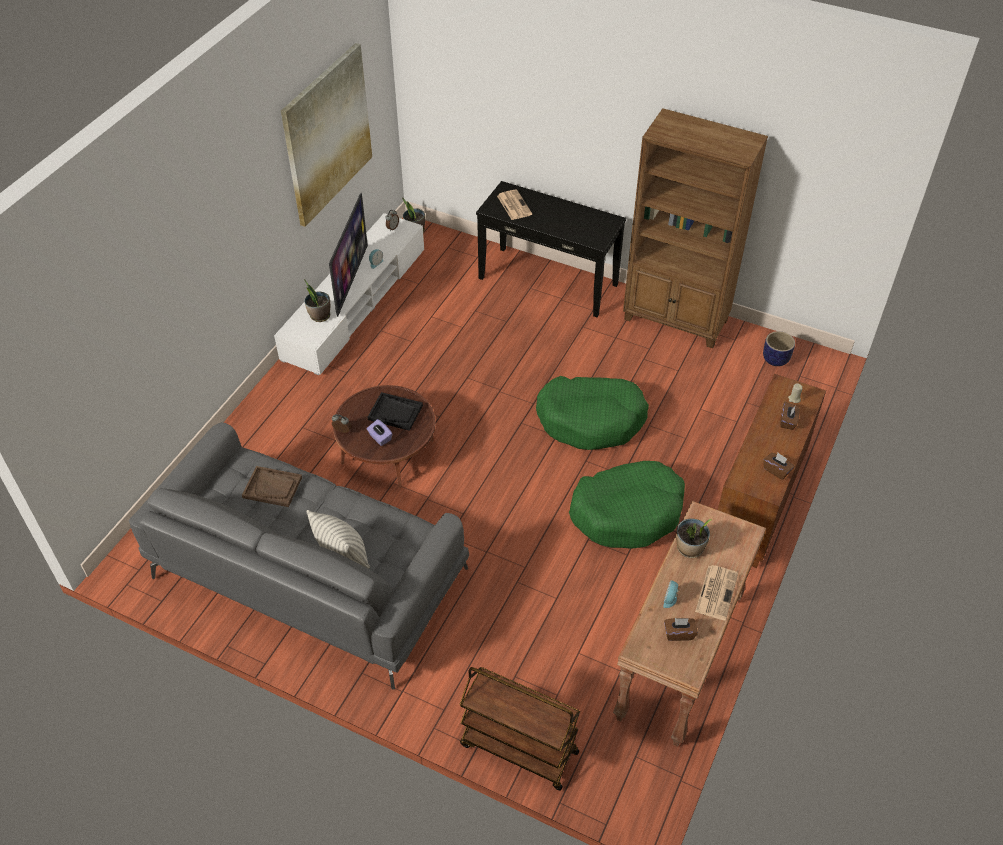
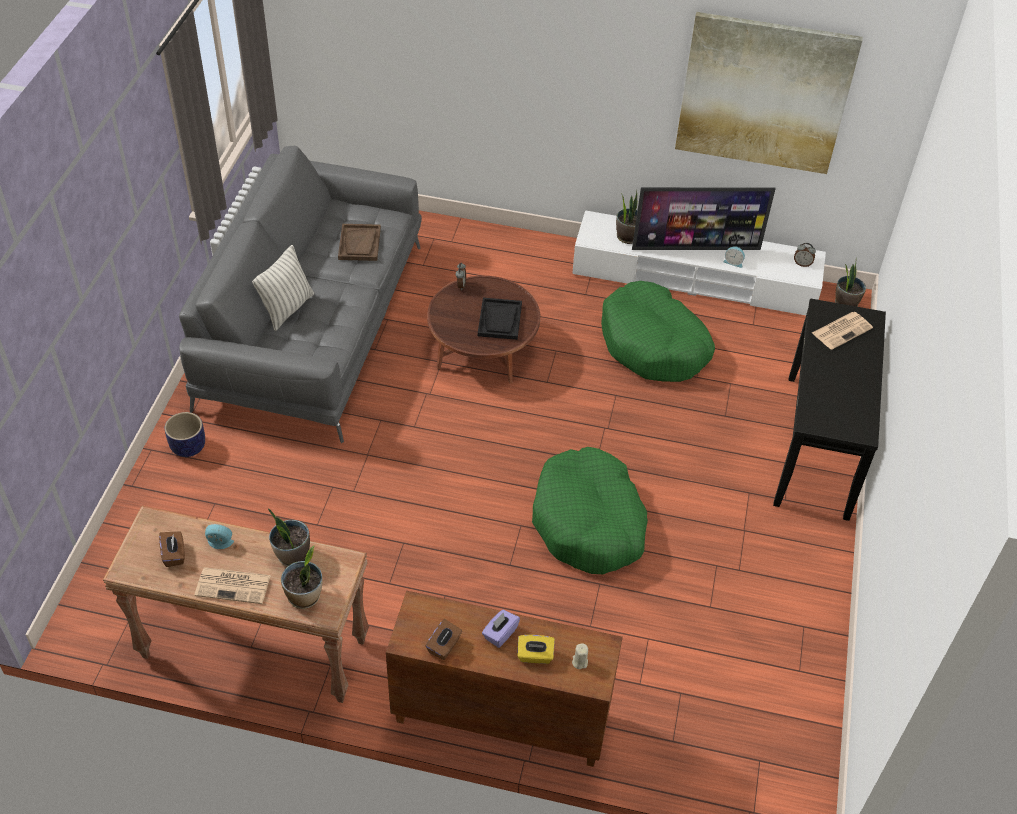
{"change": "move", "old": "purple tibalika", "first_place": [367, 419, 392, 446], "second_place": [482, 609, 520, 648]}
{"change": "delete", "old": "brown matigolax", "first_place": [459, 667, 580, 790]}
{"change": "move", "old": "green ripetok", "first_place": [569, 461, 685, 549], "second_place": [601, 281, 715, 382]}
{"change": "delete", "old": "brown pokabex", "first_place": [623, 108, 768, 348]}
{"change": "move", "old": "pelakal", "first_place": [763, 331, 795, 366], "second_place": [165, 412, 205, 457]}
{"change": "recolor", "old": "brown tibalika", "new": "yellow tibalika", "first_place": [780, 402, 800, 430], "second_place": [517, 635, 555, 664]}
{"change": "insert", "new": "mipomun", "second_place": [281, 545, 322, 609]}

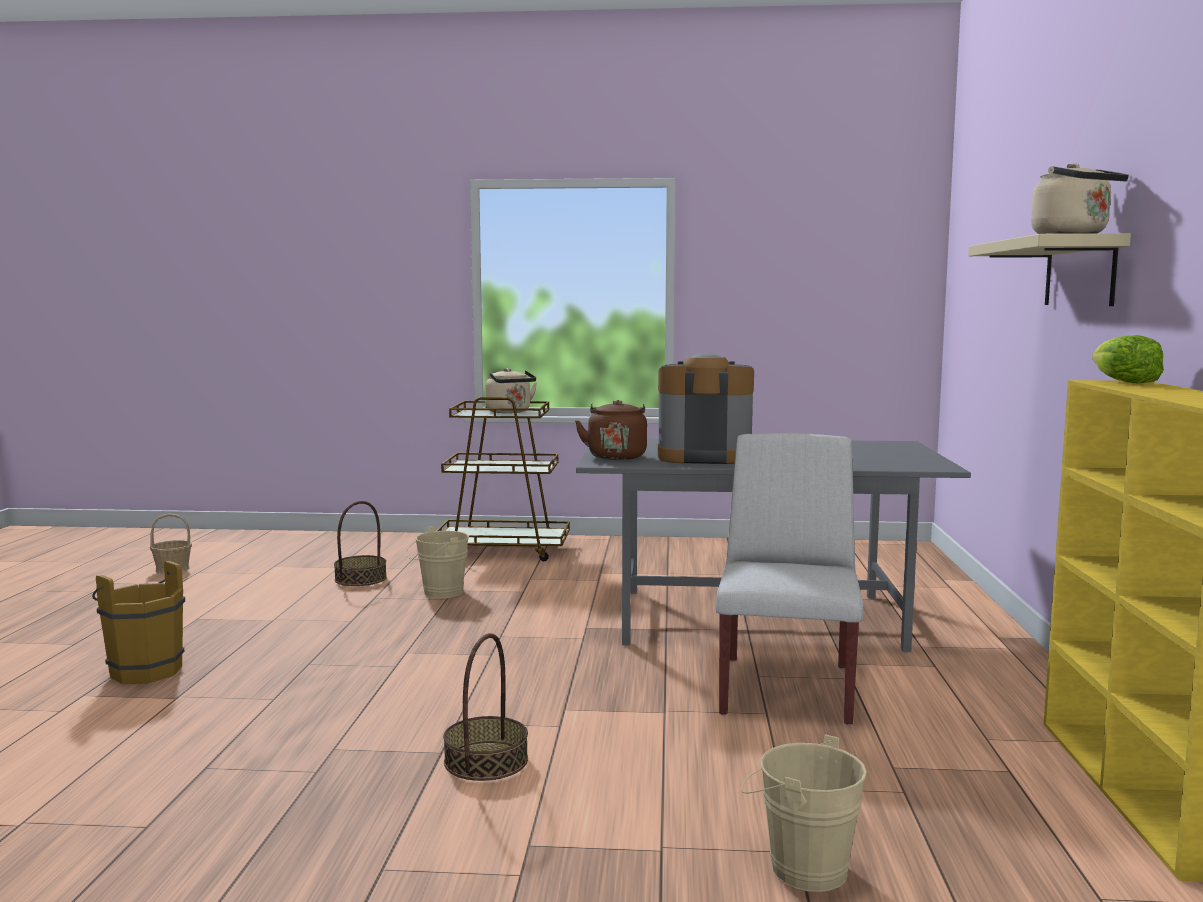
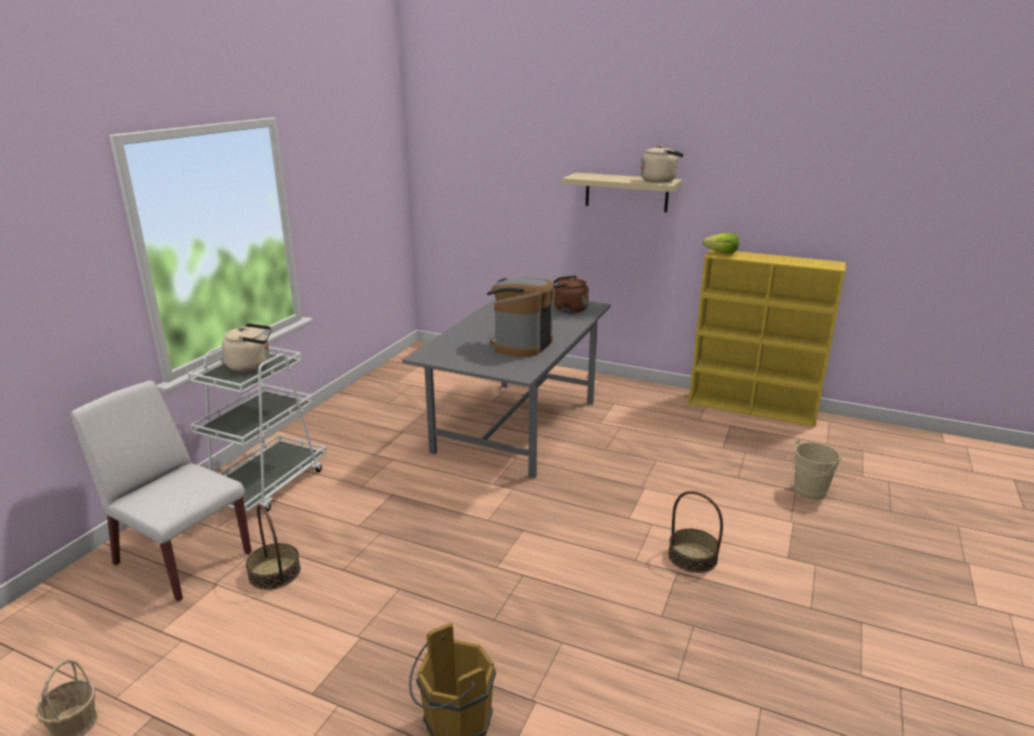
{"change": "delete", "old": "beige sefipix", "first_place": [406, 526, 469, 599]}
{"change": "recolor", "old": "brown matigolax", "new": "white matigolax", "first_place": [436, 397, 570, 561], "second_place": [188, 346, 327, 512]}
{"change": "move", "old": "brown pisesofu", "first_place": [575, 400, 647, 460], "second_place": [554, 275, 589, 313]}
{"change": "move", "old": "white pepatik", "first_place": [716, 433, 863, 725], "second_place": [70, 381, 252, 602]}

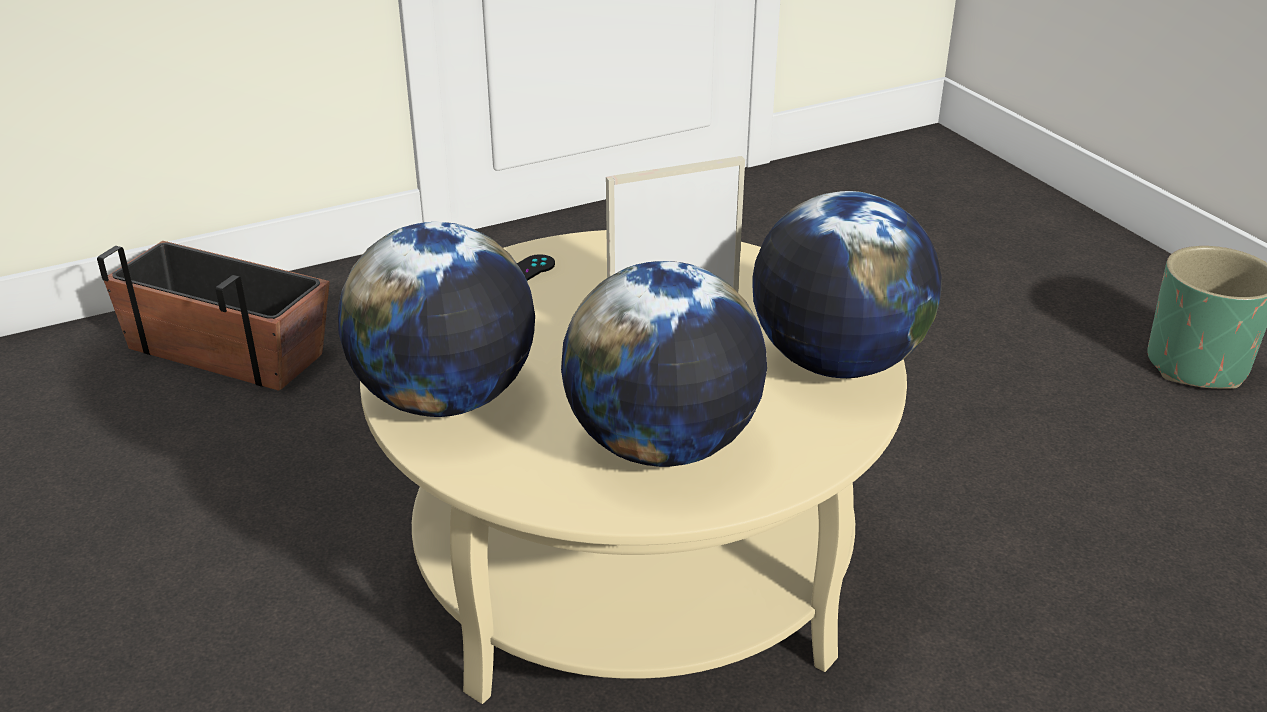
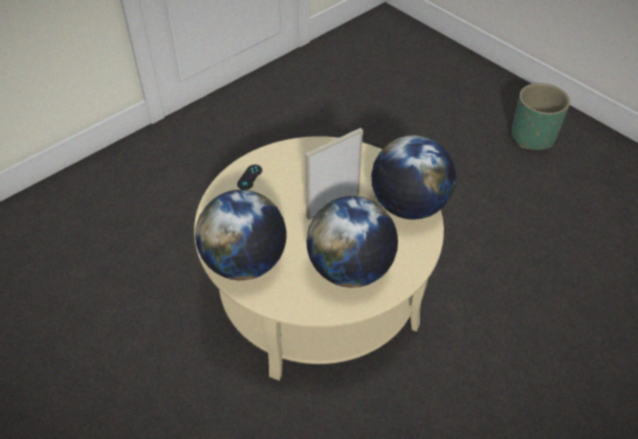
{"change": "delete", "old": "pelakal", "first_place": [97, 241, 330, 391]}

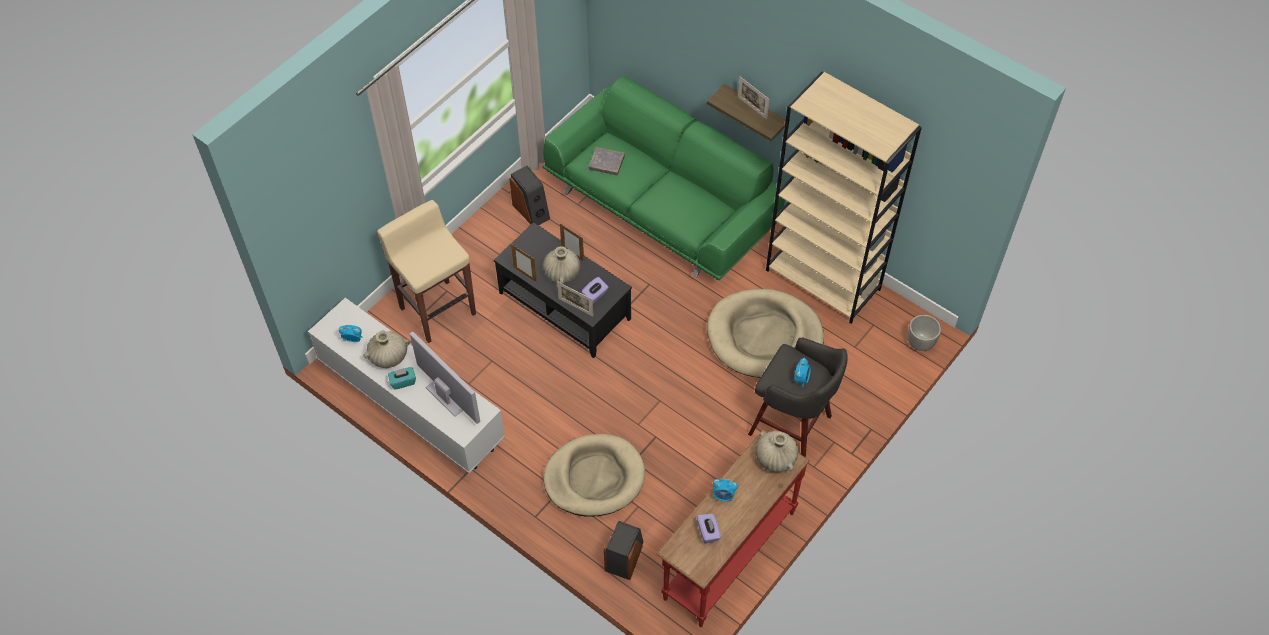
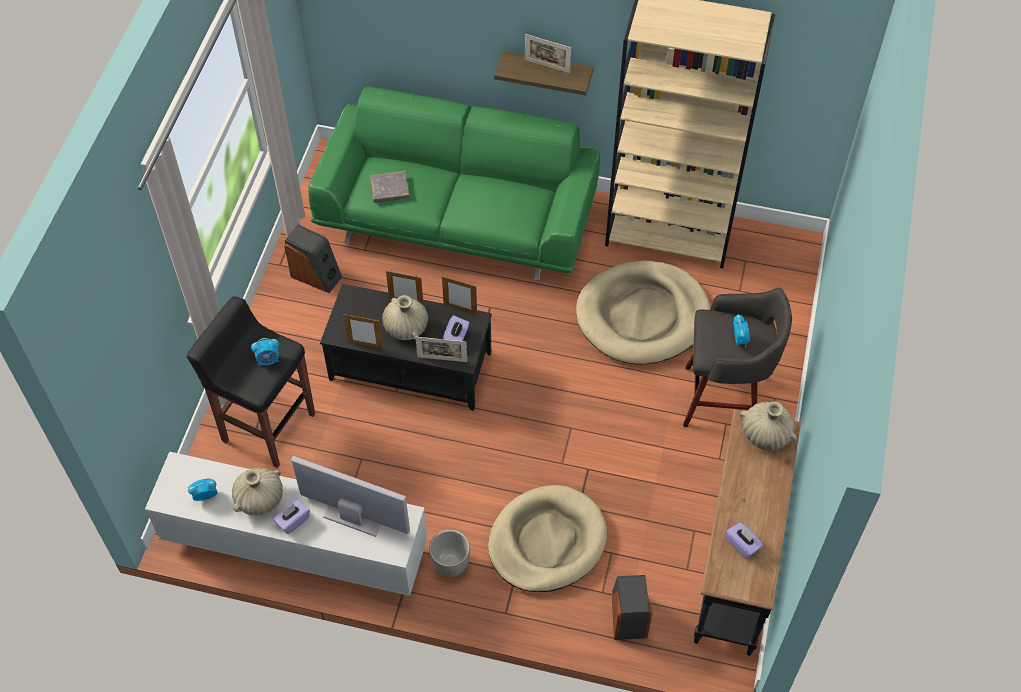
{"change": "recolor", "old": "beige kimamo", "new": "black kimamo", "first_place": [377, 200, 476, 343], "second_place": [187, 296, 315, 468]}
{"change": "recolor", "old": "turquoise tibalika", "new": "purple tibalika", "first_place": [388, 367, 416, 390], "second_place": [273, 500, 310, 534]}
{"change": "recolor", "old": "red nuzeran", "new": "black nuzeran", "first_place": [656, 429, 810, 627], "second_place": [694, 409, 801, 656]}
{"change": "move", "old": "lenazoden", "first_place": [713, 479, 738, 501], "second_place": [251, 338, 279, 366]}
{"change": "move", "old": "pelakal", "first_place": [908, 315, 941, 351], "second_place": [429, 530, 470, 577]}
{"change": "insert", "new": "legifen", "second_place": [442, 276, 477, 314]}

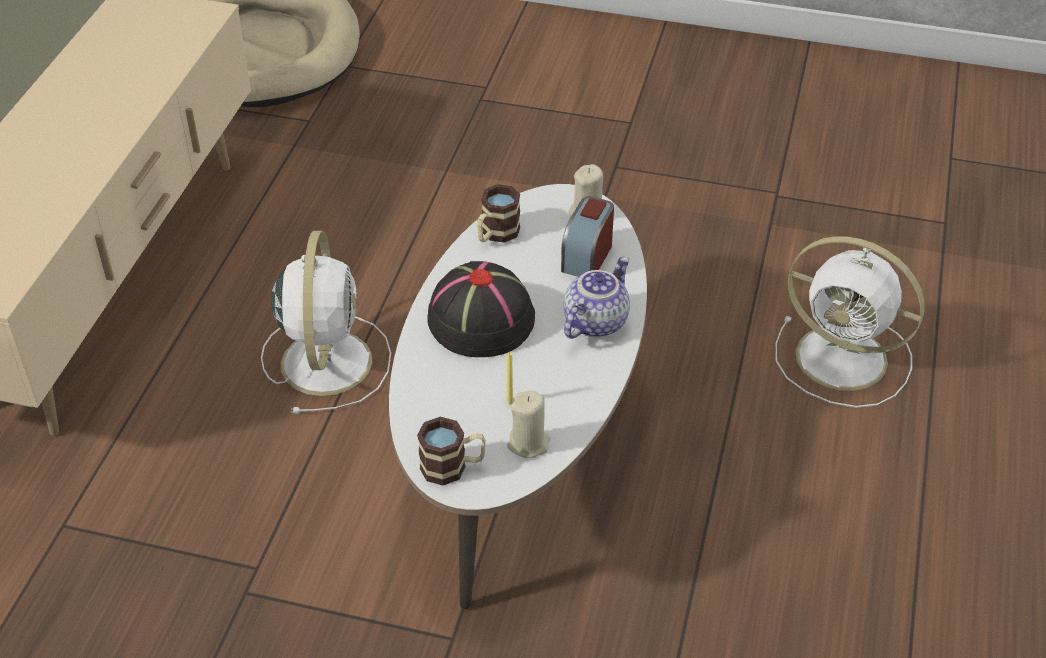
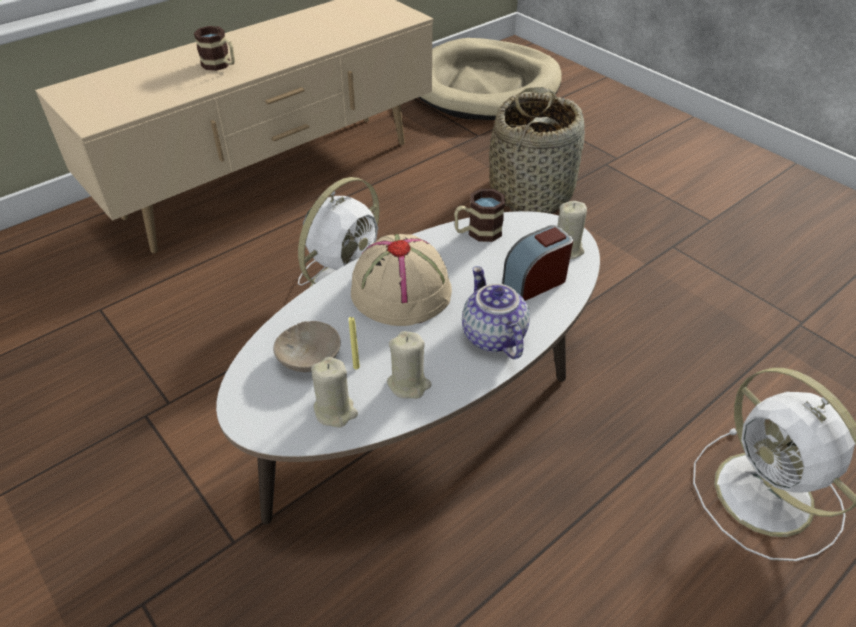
{"change": "move", "old": "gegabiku", "first_place": [417, 417, 486, 485], "second_place": [194, 26, 235, 71]}
{"change": "recolor", "old": "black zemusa", "new": "beige zemusa", "first_place": [427, 261, 535, 357], "second_place": [351, 234, 452, 326]}
{"change": "rotate", "old": "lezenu", "first_place": [564, 257, 630, 339], "second_place": [462, 266, 530, 359], "degrees": -90}
{"change": "insert", "new": "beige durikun", "second_place": [273, 321, 341, 372]}
{"change": "insert", "new": "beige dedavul", "second_place": [387, 331, 432, 399]}
{"change": "insert", "new": "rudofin", "second_place": [489, 87, 585, 214]}

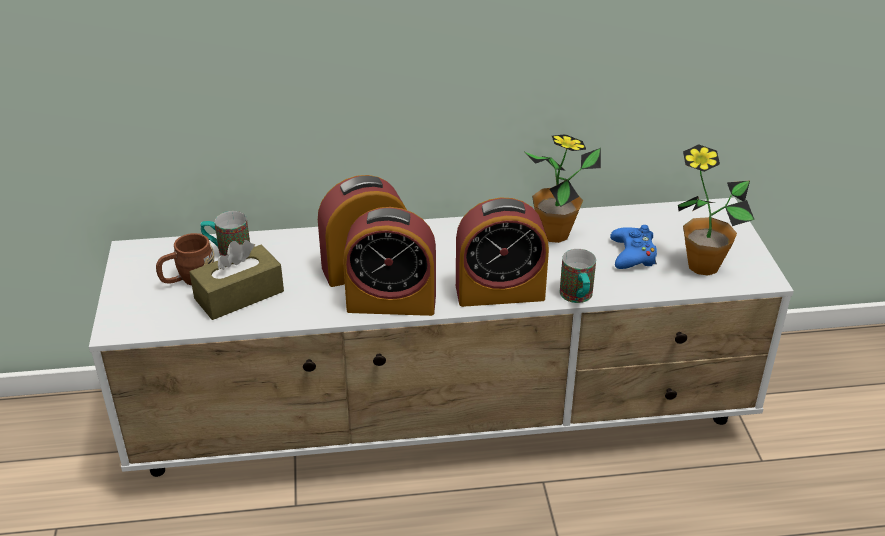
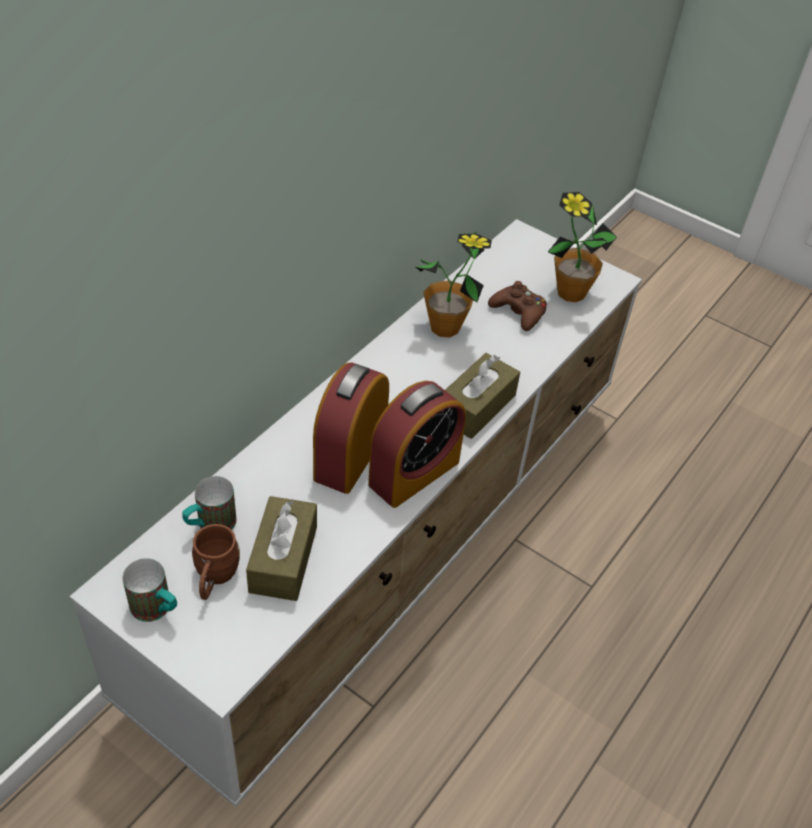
{"change": "replace", "old": "lenazoden", "new": "brown tibalika", "first_place": [456, 197, 549, 307], "second_place": [445, 353, 520, 439]}
{"change": "move", "old": "gegabiku", "first_place": [560, 249, 596, 303], "second_place": [123, 558, 177, 622]}
{"change": "recolor", "old": "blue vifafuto", "new": "brown vifafuto", "first_place": [610, 225, 657, 269], "second_place": [488, 281, 547, 331]}

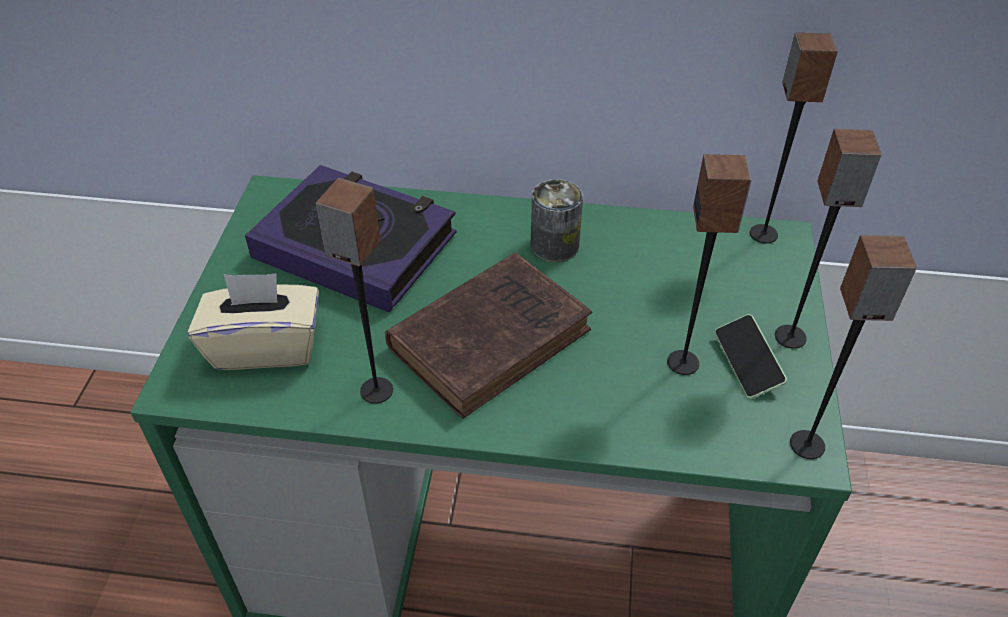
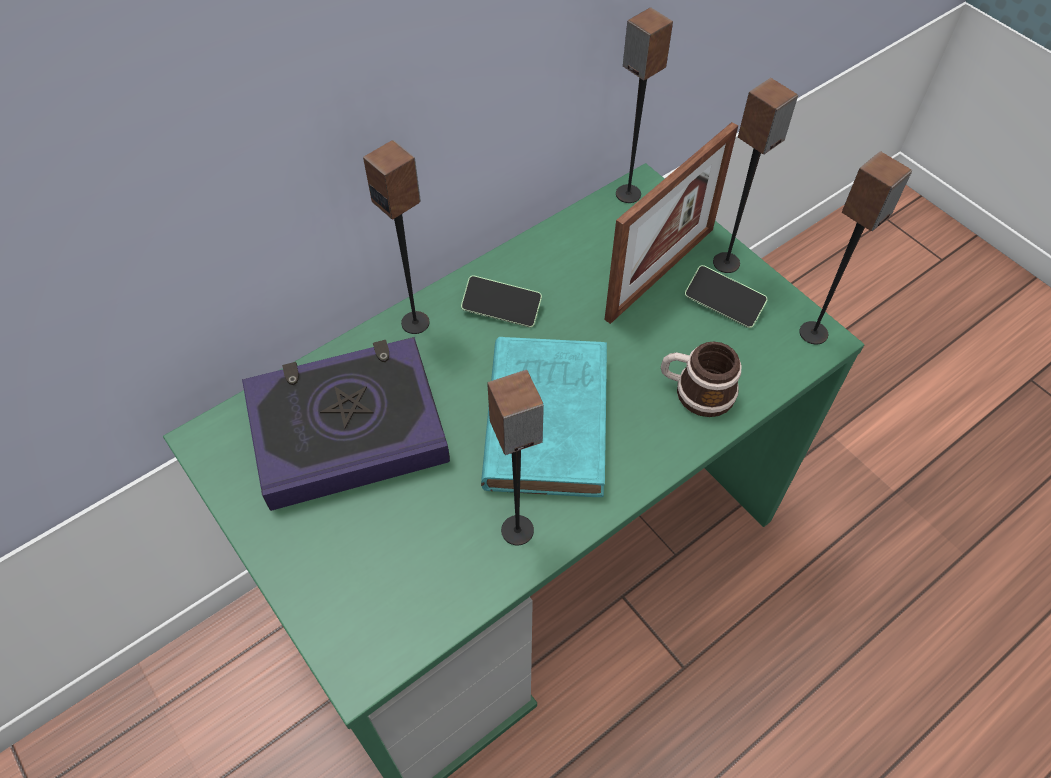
{"change": "delete", "old": "beige tibalika", "first_place": [188, 274, 319, 370]}
{"change": "recolor", "old": "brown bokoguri", "new": "turquoise bokoguri", "first_place": [385, 253, 592, 419], "second_place": [481, 337, 607, 497]}
{"change": "replace", "old": "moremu", "new": "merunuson", "first_place": [531, 179, 583, 262], "second_place": [461, 275, 542, 328]}
{"change": "move", "old": "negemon", "first_place": [667, 154, 752, 375], "second_place": [363, 140, 430, 334]}
{"change": "insert", "new": "legifen", "second_place": [605, 122, 738, 324]}
{"change": "insert", "new": "gegabiku", "second_place": [661, 341, 742, 417]}

